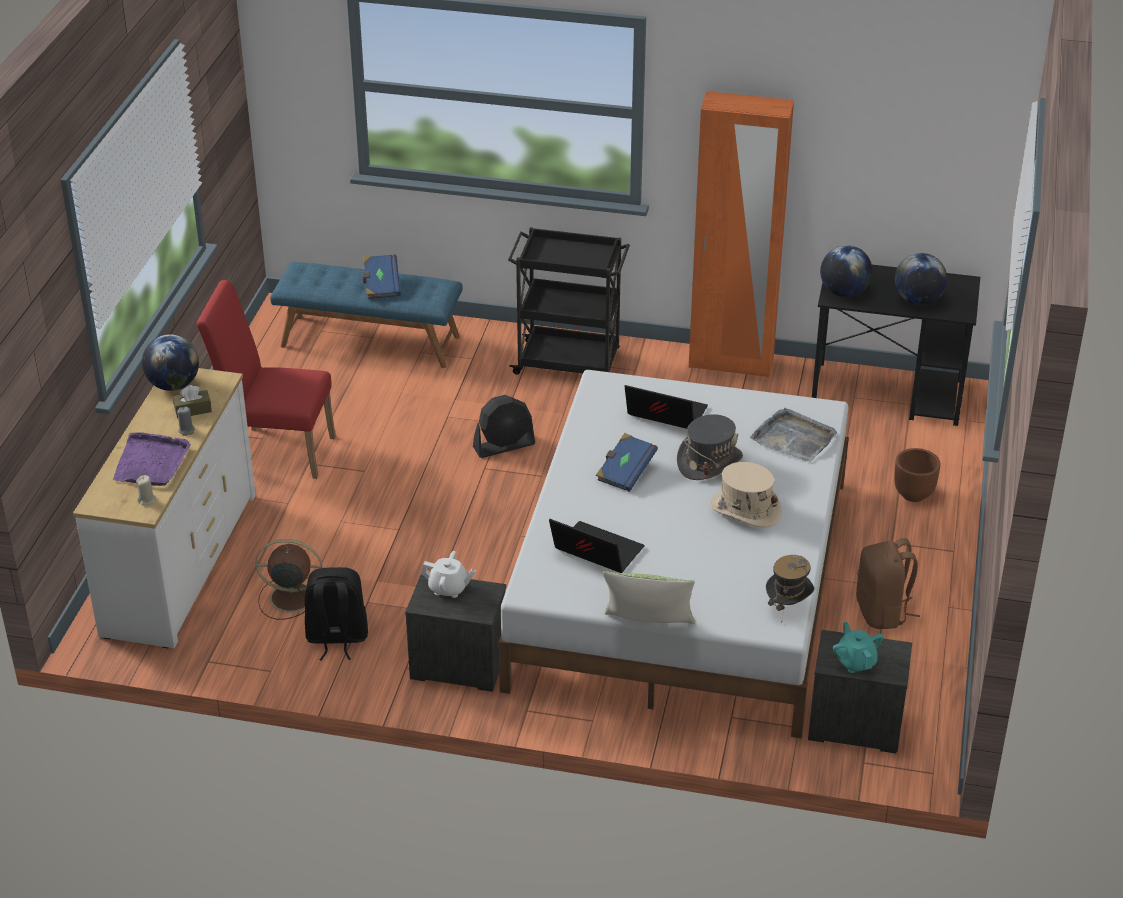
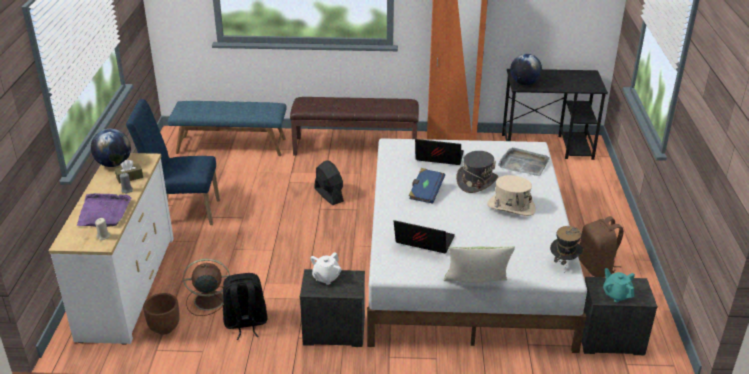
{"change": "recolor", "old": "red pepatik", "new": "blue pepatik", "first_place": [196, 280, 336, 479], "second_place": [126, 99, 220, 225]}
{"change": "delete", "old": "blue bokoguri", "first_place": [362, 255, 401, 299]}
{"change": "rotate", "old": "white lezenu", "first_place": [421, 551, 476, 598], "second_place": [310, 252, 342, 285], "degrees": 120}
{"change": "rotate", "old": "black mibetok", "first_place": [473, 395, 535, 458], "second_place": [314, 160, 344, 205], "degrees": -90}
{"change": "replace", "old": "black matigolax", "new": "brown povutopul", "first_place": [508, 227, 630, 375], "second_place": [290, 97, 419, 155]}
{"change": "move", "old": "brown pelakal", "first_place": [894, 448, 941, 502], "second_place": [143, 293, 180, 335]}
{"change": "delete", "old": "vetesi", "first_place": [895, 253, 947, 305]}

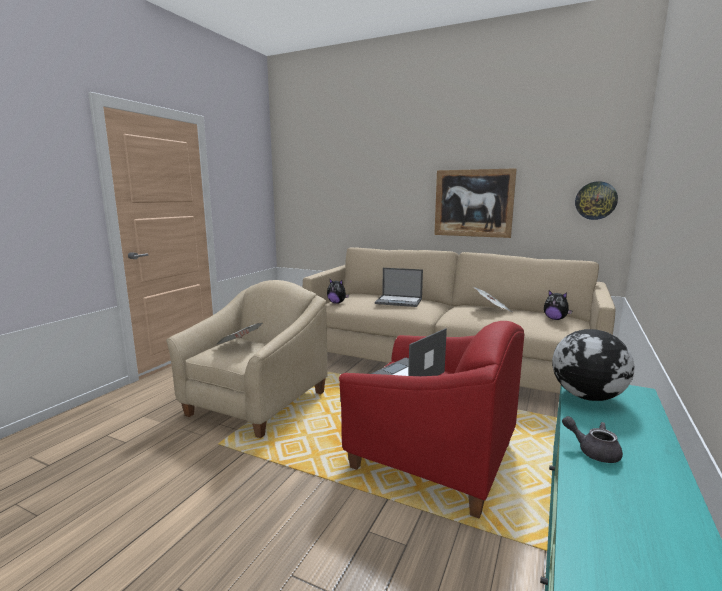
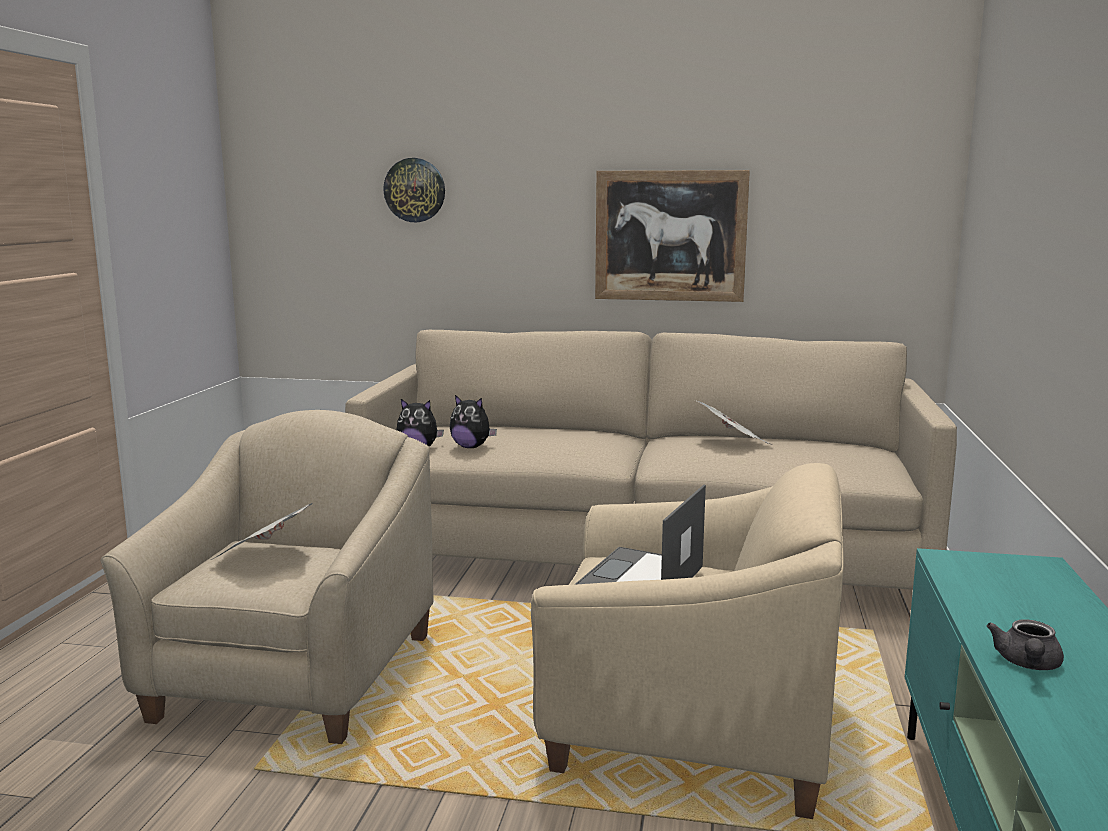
{"change": "recolor", "old": "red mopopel", "new": "beige mopopel", "first_place": [339, 321, 524, 518], "second_place": [531, 463, 844, 819]}
{"change": "delete", "old": "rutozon", "first_place": [375, 268, 423, 307]}
{"change": "move", "old": "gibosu", "first_place": [544, 290, 573, 320], "second_place": [450, 395, 497, 448]}
{"change": "delete", "old": "vetesi", "first_place": [552, 329, 634, 401]}
{"change": "rotate", "old": "grey lezenu", "first_place": [562, 416, 623, 463], "second_place": [986, 619, 1064, 670], "degrees": -90}
{"change": "move", "old": "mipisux", "first_place": [575, 181, 618, 220], "second_place": [383, 158, 445, 222]}

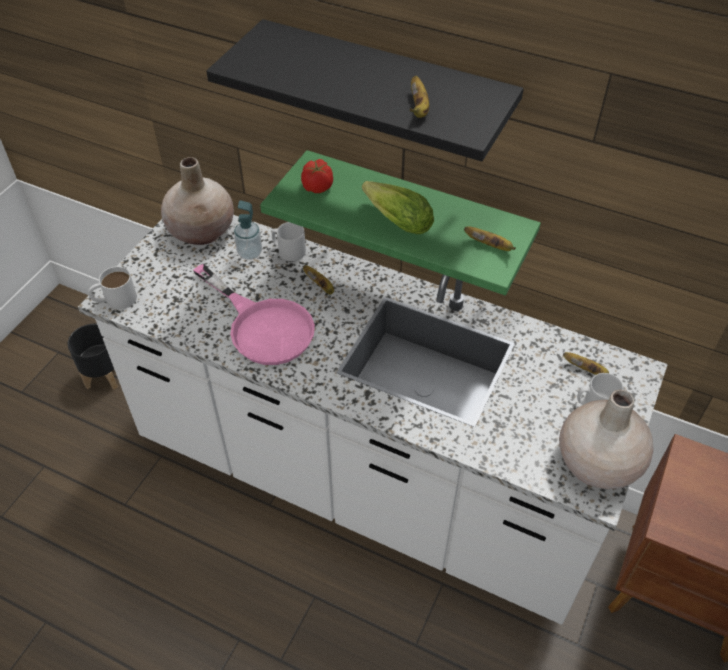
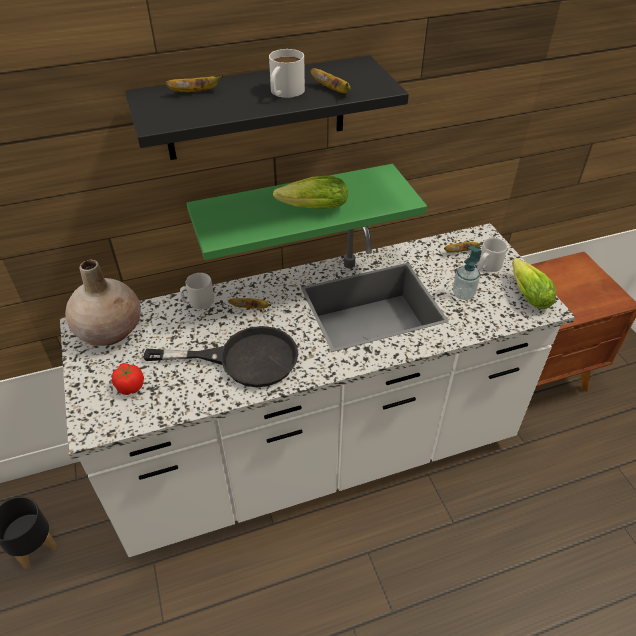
{"change": "move", "old": "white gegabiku", "first_place": [88, 266, 137, 310], "second_place": [269, 49, 305, 98]}
{"change": "recolor", "old": "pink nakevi", "new": "black nakevi", "first_place": [193, 264, 315, 365], "second_place": [144, 326, 298, 387]}
{"change": "move", "old": "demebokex", "first_place": [234, 200, 262, 260], "second_place": [453, 246, 482, 300]}
{"change": "move", "old": "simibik", "first_place": [301, 159, 333, 193], "second_place": [112, 363, 144, 395]}
{"change": "move", "old": "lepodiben", "first_place": [464, 226, 516, 251], "second_place": [166, 74, 223, 92]}
{"change": "replace", "old": "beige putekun", "new": "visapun", "first_place": [559, 390, 653, 489], "second_place": [512, 258, 556, 309]}

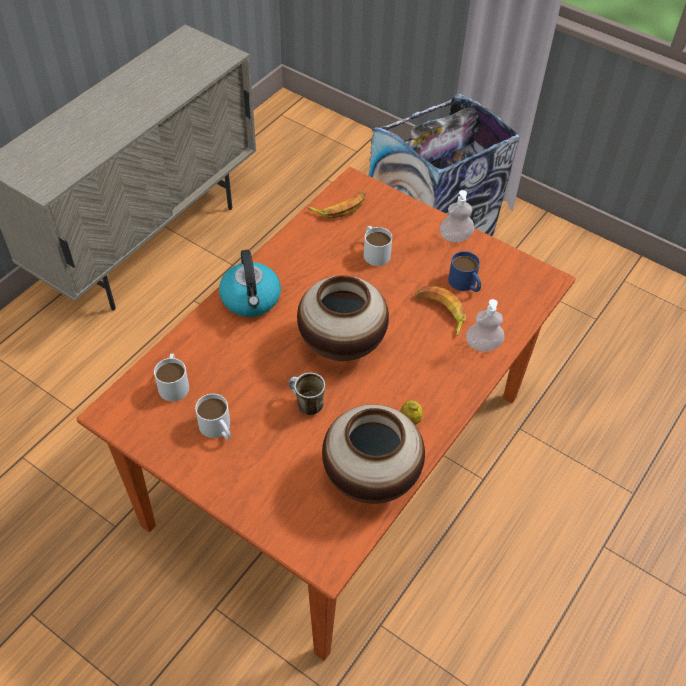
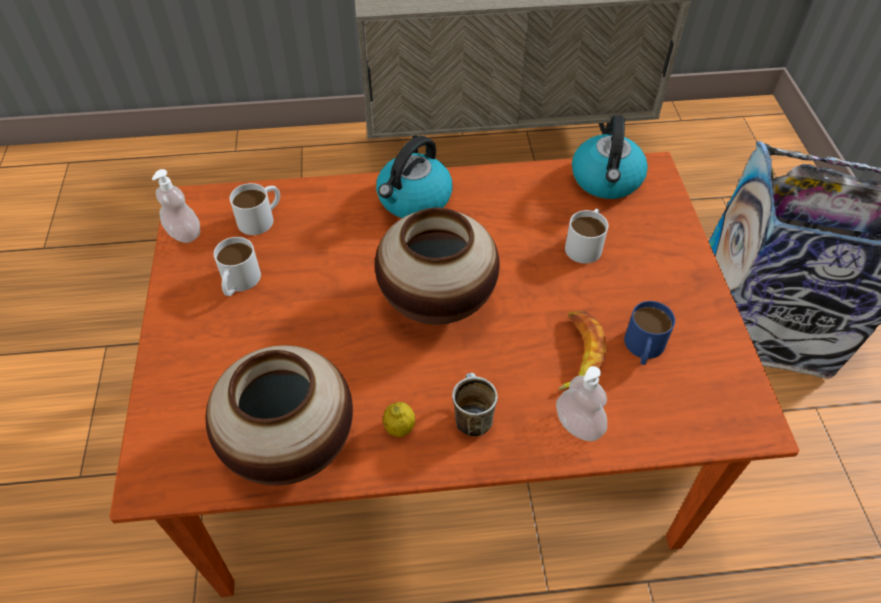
{"change": "move", "old": "gegabiku", "first_place": [288, 372, 325, 415], "second_place": [452, 373, 498, 437]}
{"change": "replace", "old": "lepodiben", "new": "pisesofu", "first_place": [307, 190, 366, 218], "second_place": [572, 115, 648, 199]}
{"change": "move", "old": "demebokex", "first_place": [440, 190, 474, 242], "second_place": [152, 169, 200, 243]}

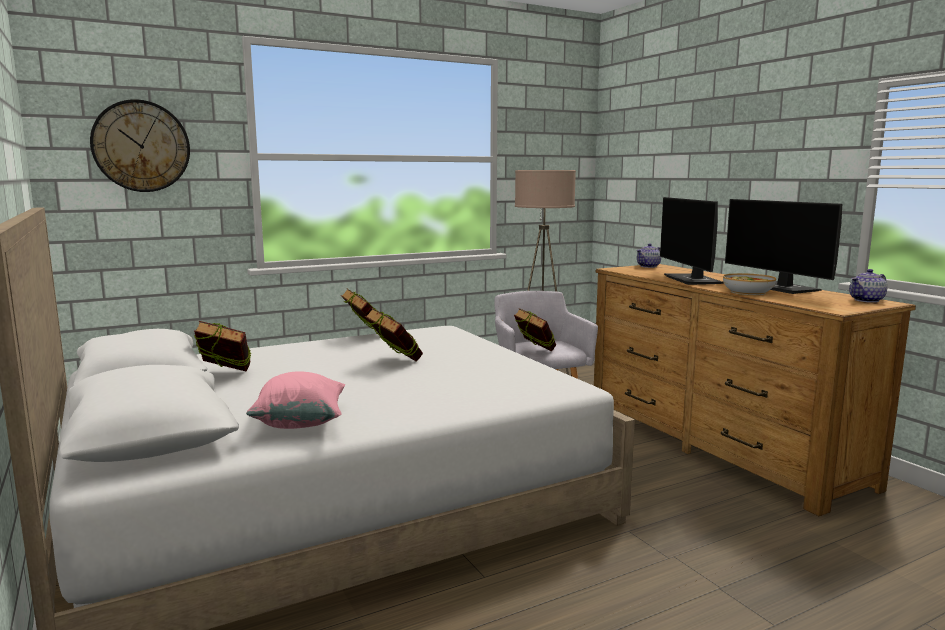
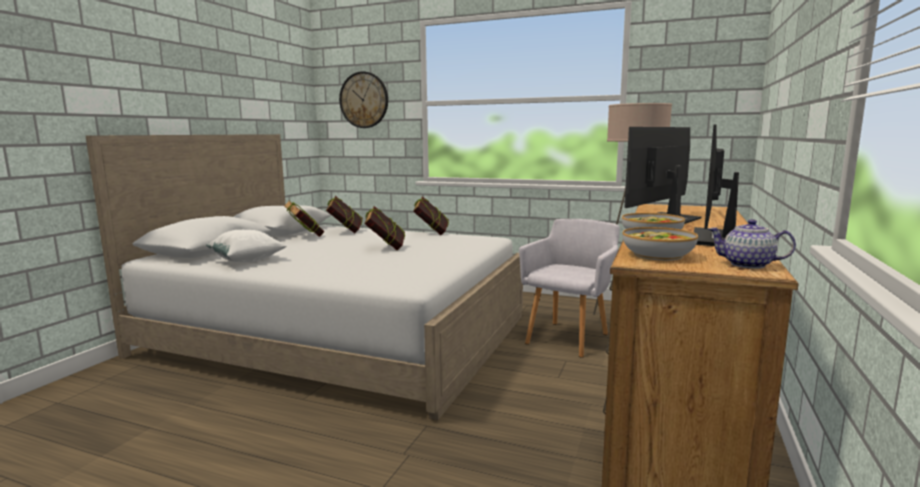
{"change": "recolor", "old": "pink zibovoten", "new": "white zibovoten", "first_place": [246, 371, 345, 429], "second_place": [206, 230, 287, 262]}
{"change": "move", "old": "bokoguri", "first_place": [514, 308, 556, 351], "second_place": [326, 196, 363, 233]}
{"change": "delete", "old": "lezenu", "first_place": [636, 243, 661, 268]}
{"change": "insert", "new": "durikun", "second_place": [623, 227, 698, 261]}

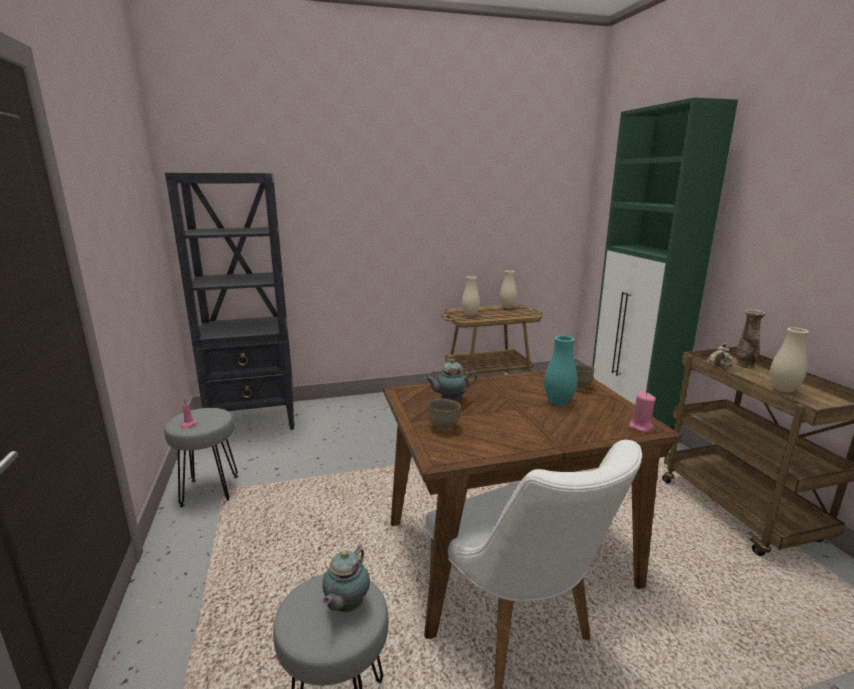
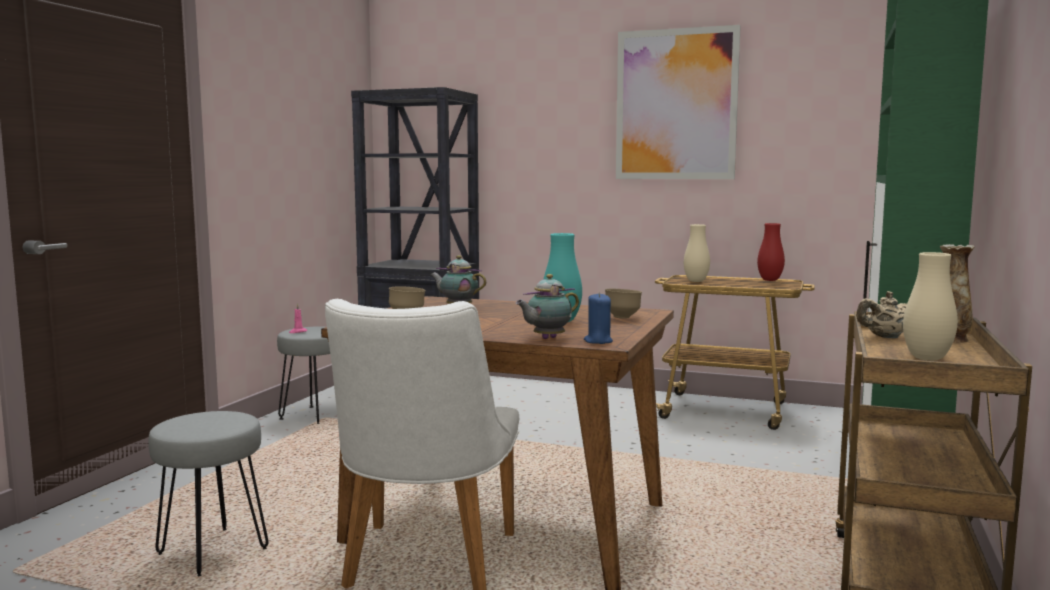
{"change": "move", "old": "lezenu", "first_place": [322, 545, 370, 612], "second_place": [515, 274, 579, 339]}
{"change": "recolor", "old": "beige putekun", "new": "red putekun", "first_place": [500, 270, 517, 308], "second_place": [757, 223, 785, 281]}
{"change": "recolor", "old": "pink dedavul", "new": "blue dedavul", "first_place": [629, 391, 656, 432], "second_place": [584, 292, 613, 344]}
{"change": "insert", "new": "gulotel", "second_place": [616, 25, 741, 179]}

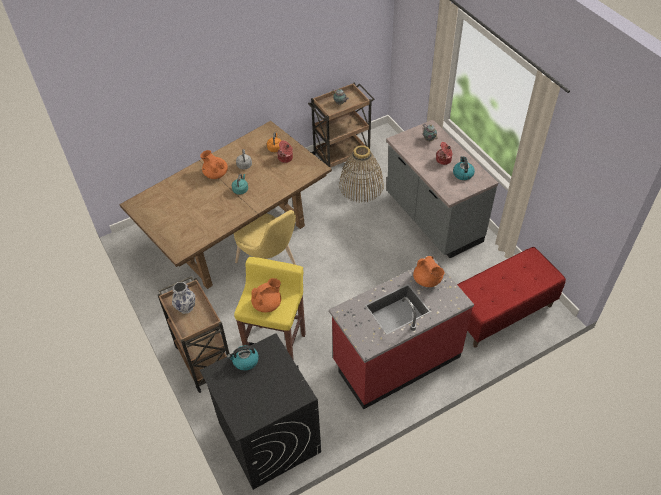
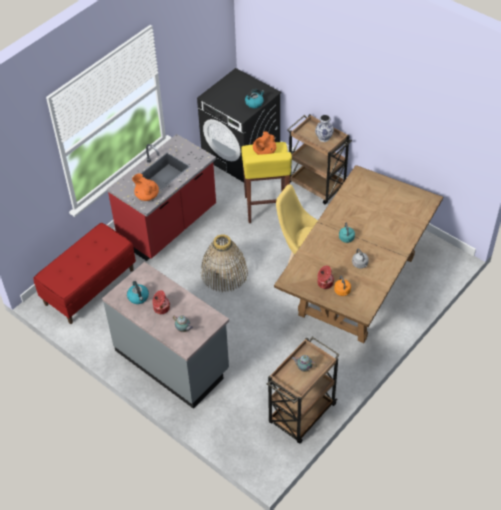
{"change": "delete", "old": "orange lezenu", "first_place": [200, 150, 228, 179]}
{"change": "move", "old": "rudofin", "first_place": [339, 145, 384, 202], "second_place": [201, 234, 248, 292]}

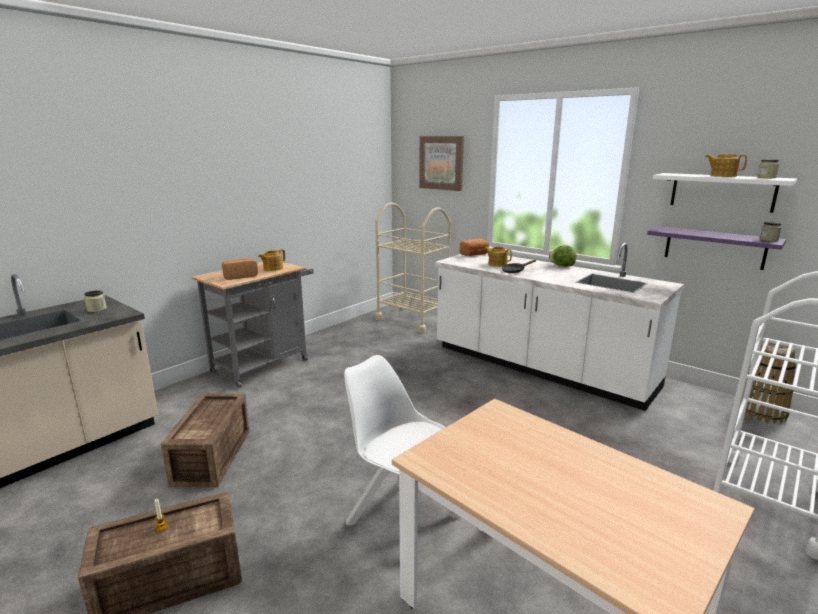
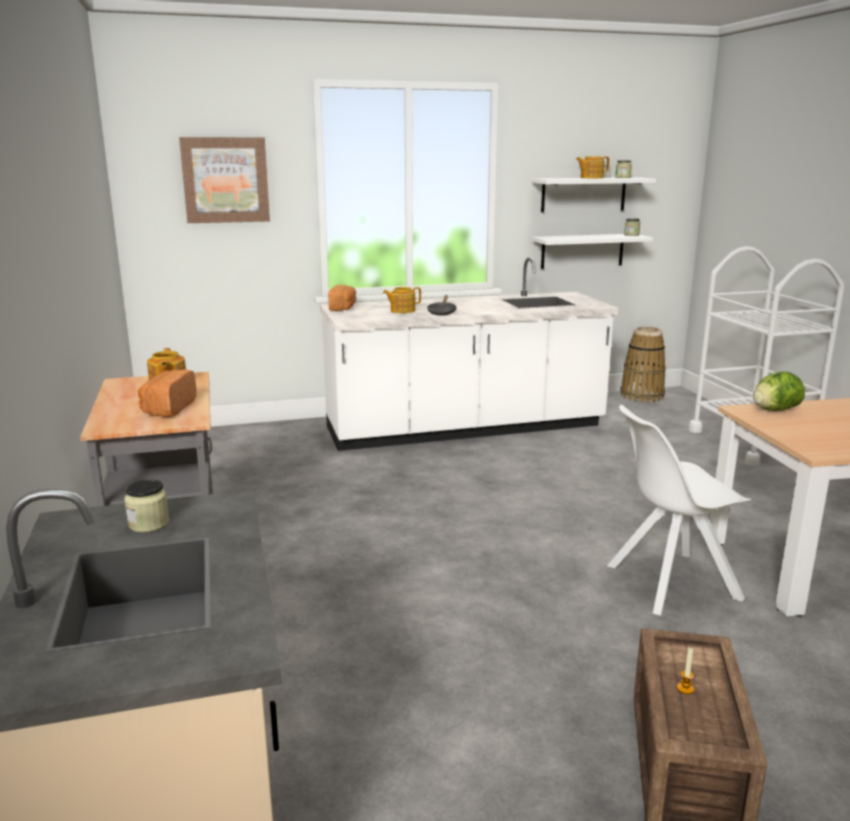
{"change": "delete", "old": "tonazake", "first_place": [161, 394, 250, 487]}
{"change": "delete", "old": "beige matigolax", "first_place": [375, 203, 451, 333]}
{"change": "move", "old": "visapun", "first_place": [549, 245, 576, 267], "second_place": [753, 371, 805, 411]}
{"change": "recolor", "old": "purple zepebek", "new": "white zepebek", "first_place": [647, 226, 786, 270], "second_place": [531, 234, 653, 269]}

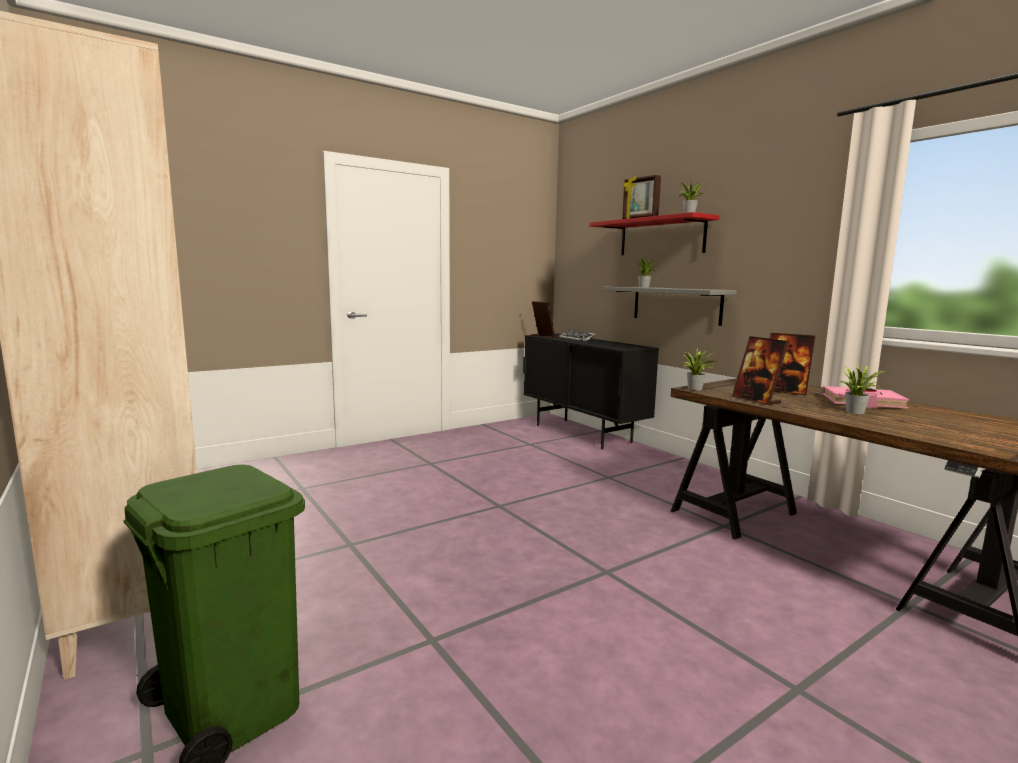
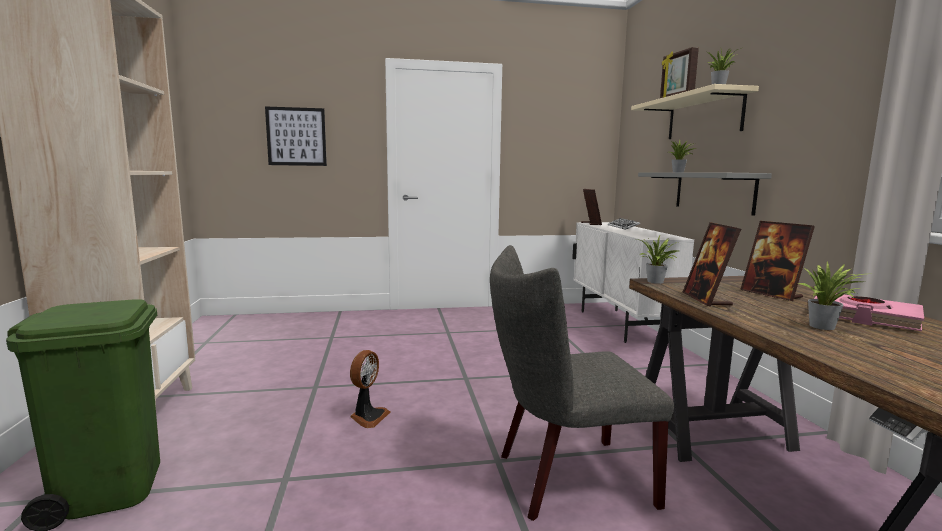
{"change": "recolor", "old": "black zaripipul", "new": "white zaripipul", "first_place": [523, 334, 659, 450], "second_place": [572, 222, 694, 343]}
{"change": "recolor", "old": "red zepebek", "new": "beige zepebek", "first_place": [590, 212, 719, 255], "second_place": [631, 84, 759, 139]}
{"change": "insert", "new": "gulotel", "second_place": [265, 106, 327, 166]}
{"change": "insert", "new": "mibetok", "second_place": [350, 350, 390, 428]}
{"change": "insert", "new": "grey pepatik", "second_place": [490, 245, 674, 521]}

